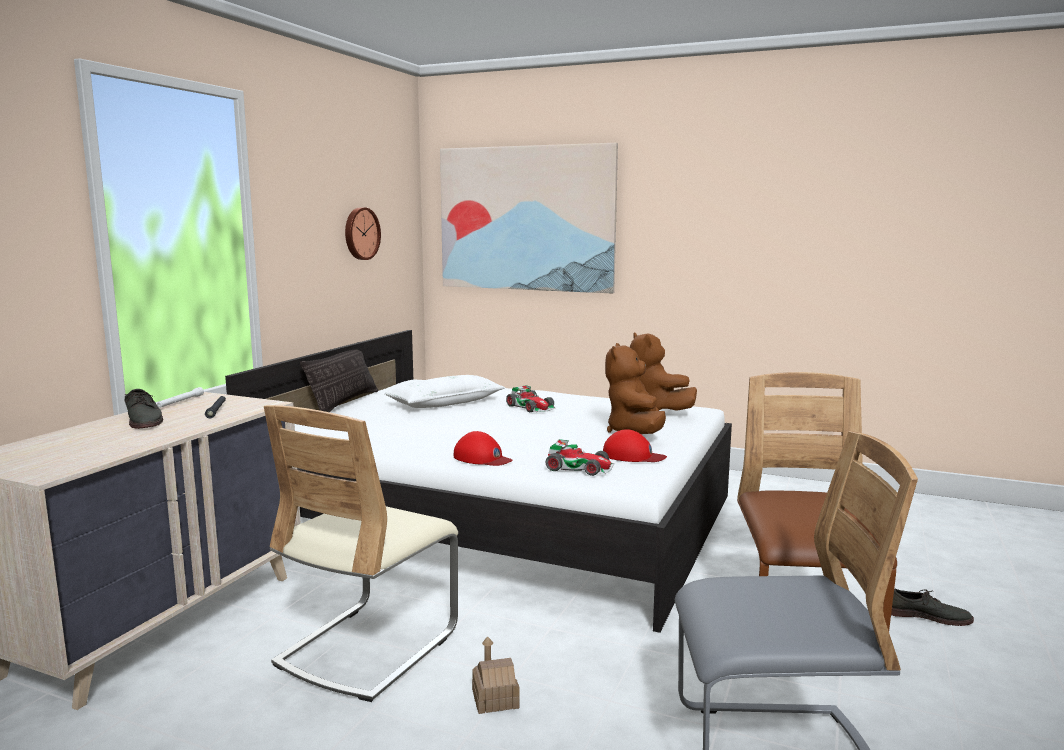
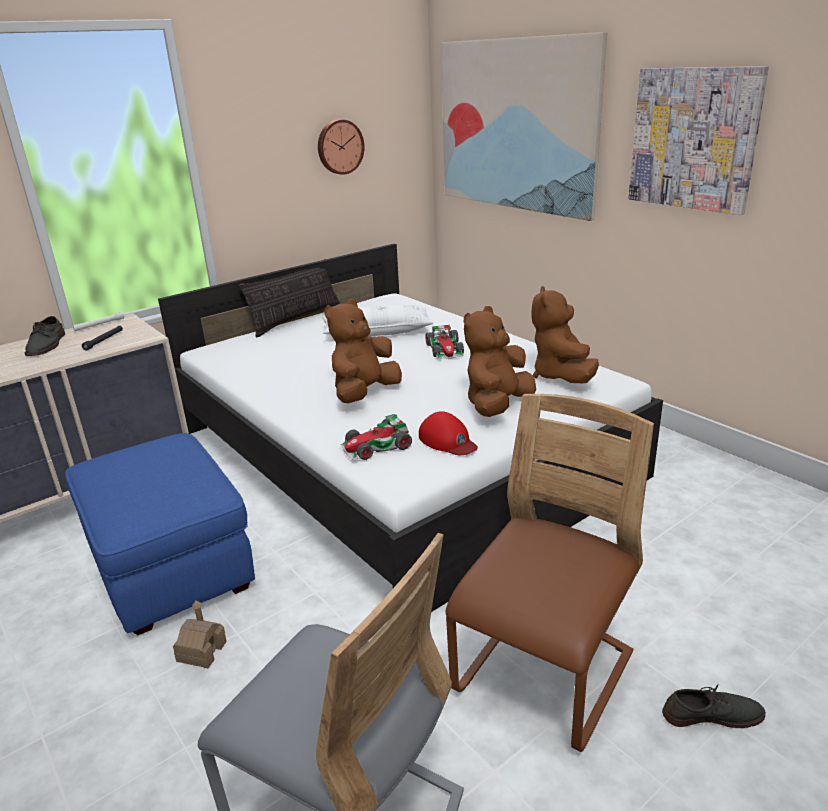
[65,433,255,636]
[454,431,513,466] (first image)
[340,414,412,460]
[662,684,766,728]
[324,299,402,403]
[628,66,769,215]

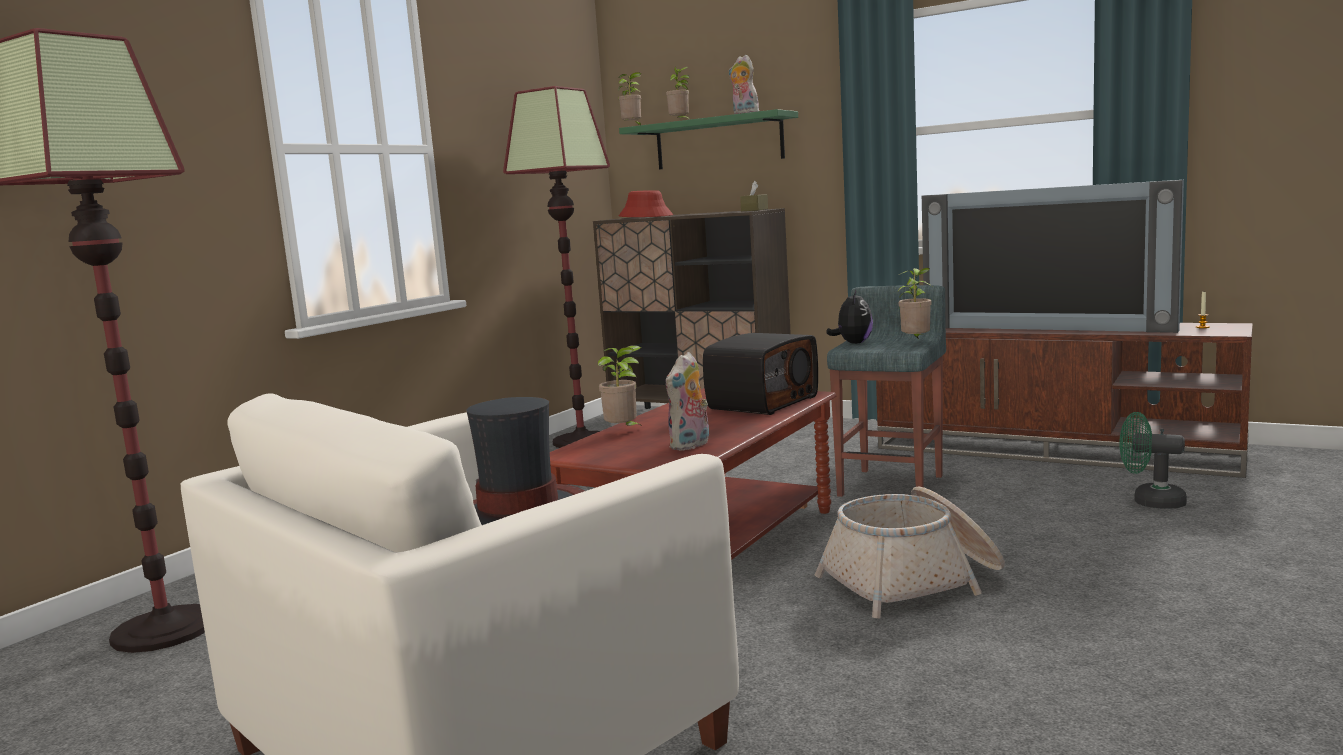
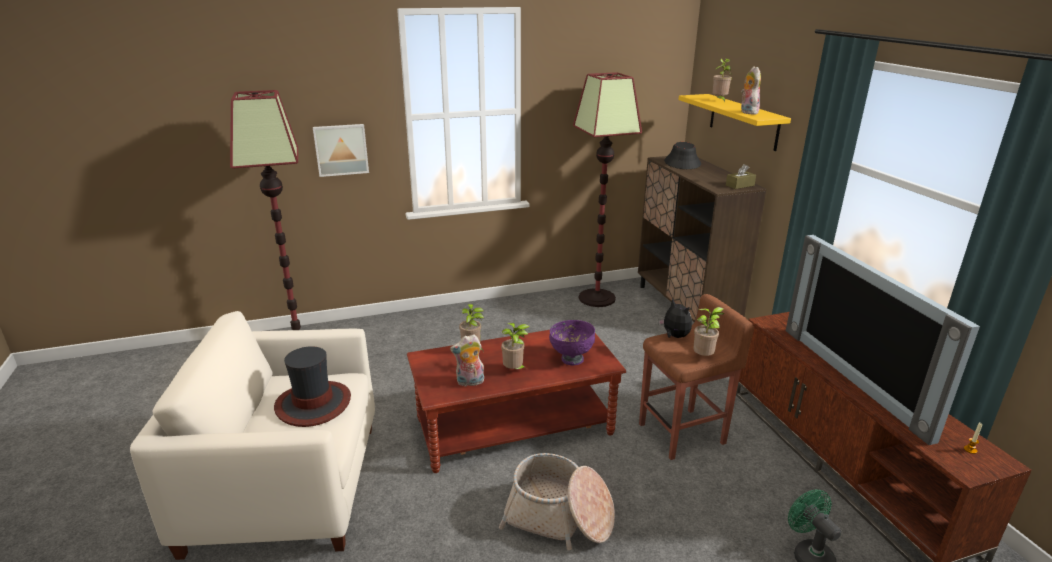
[501,323,530,370]
[679,94,791,151]
[664,142,701,169]
[549,320,595,365]
[659,298,692,338]
[639,294,754,460]
[313,124,369,177]

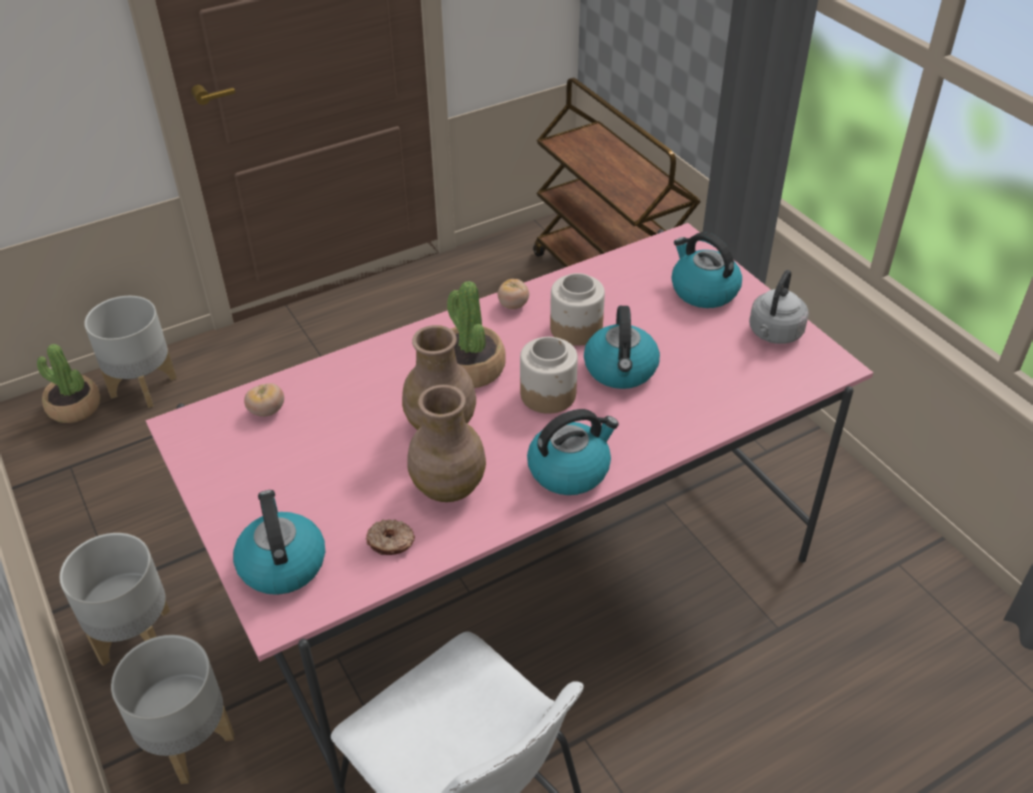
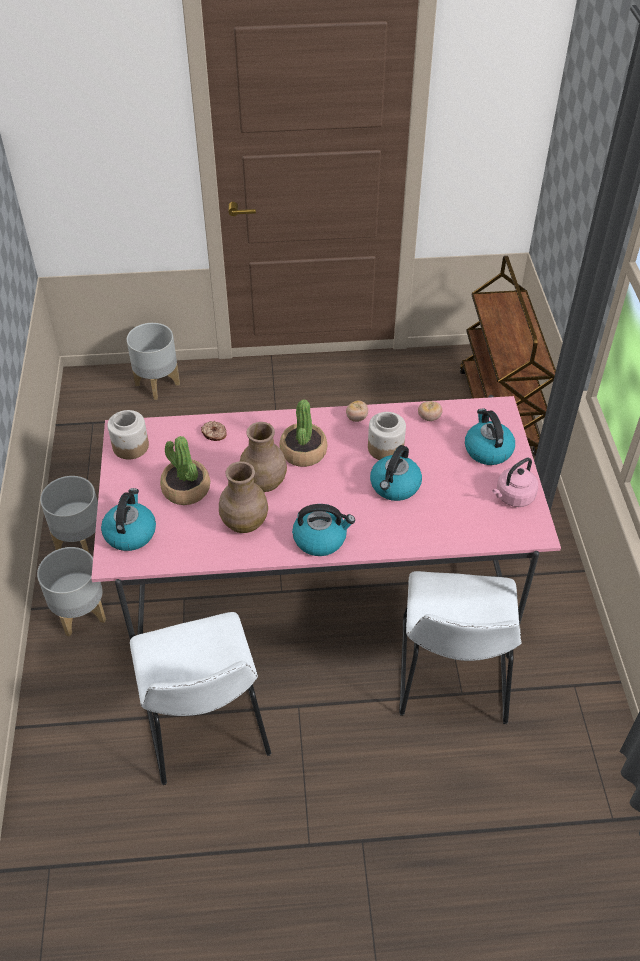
[160,436,210,505]
[418,401,442,421]
[201,421,227,441]
[108,410,149,460]
[492,458,538,507]
[399,571,522,724]

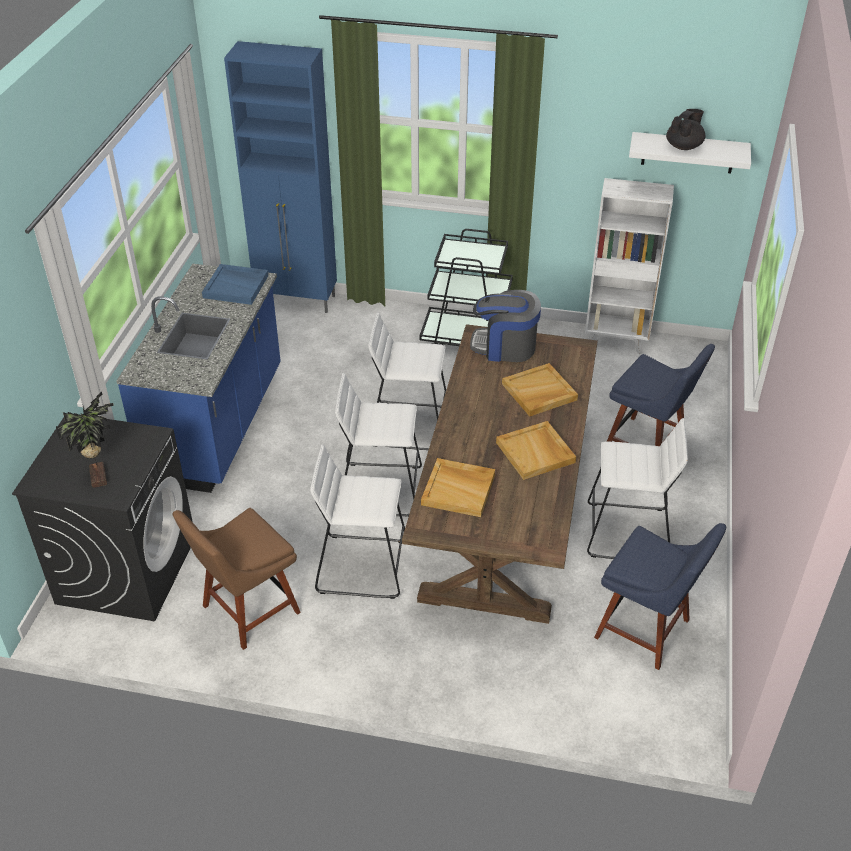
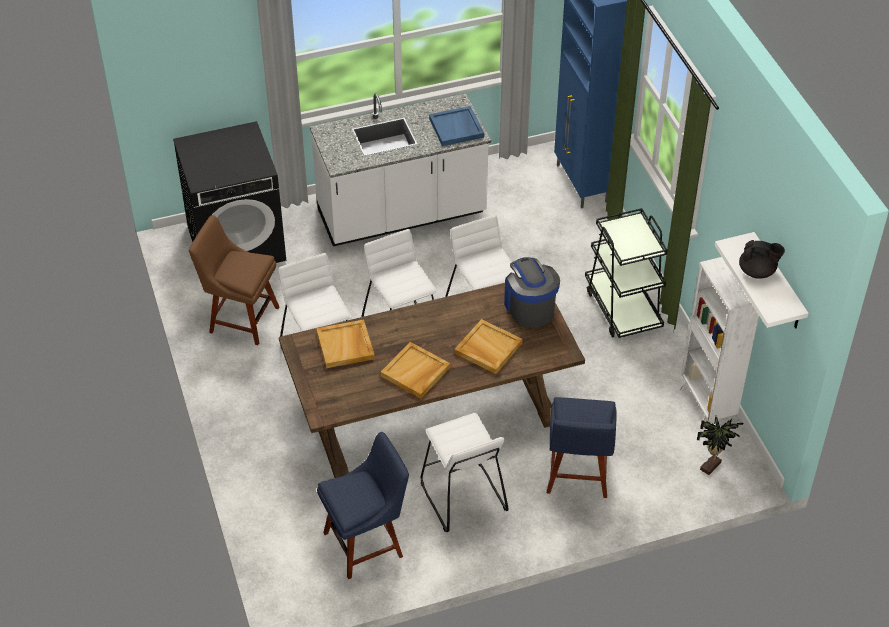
[697,416,743,475]
[310,93,491,246]
[317,432,409,579]

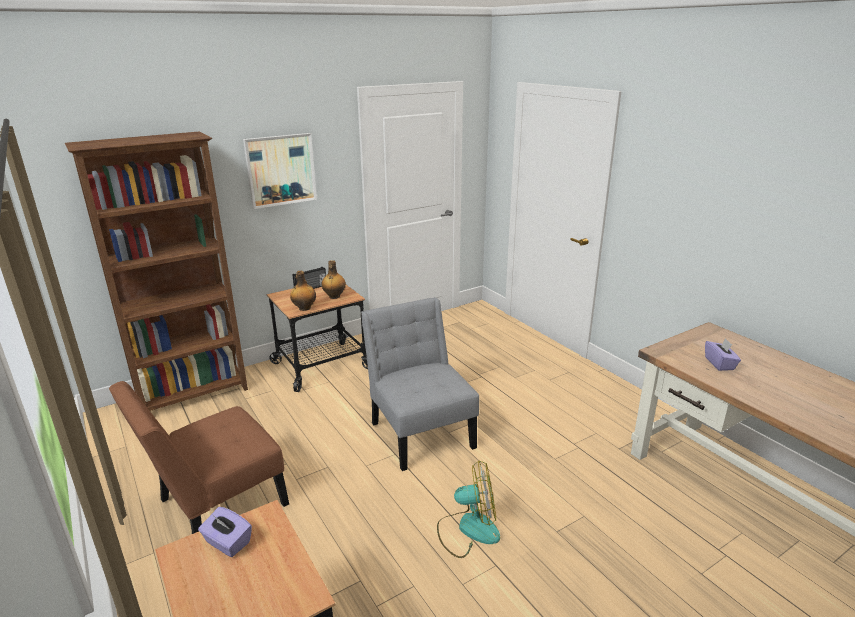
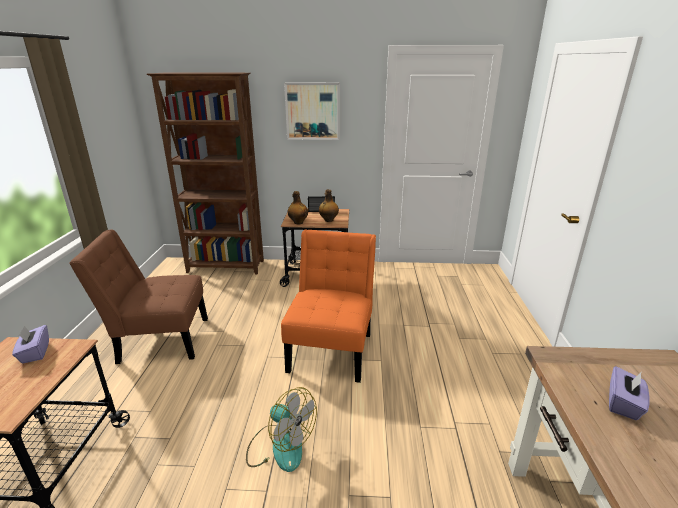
[281,230,376,383]

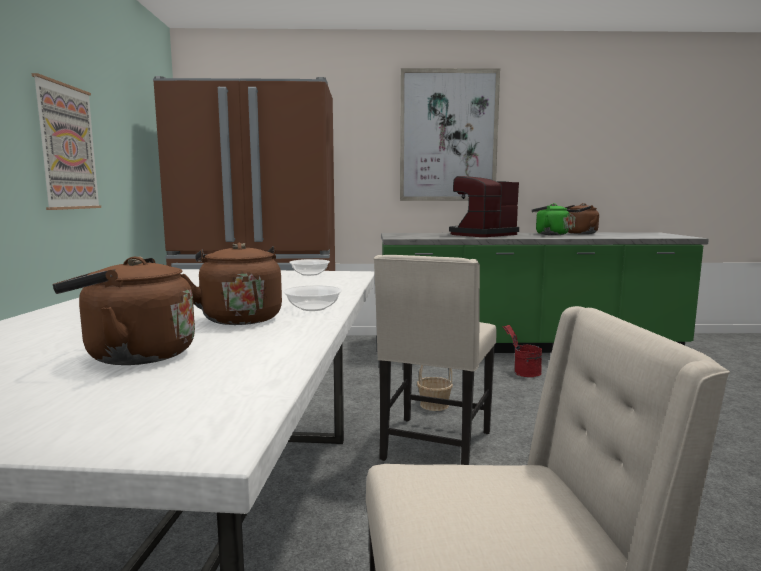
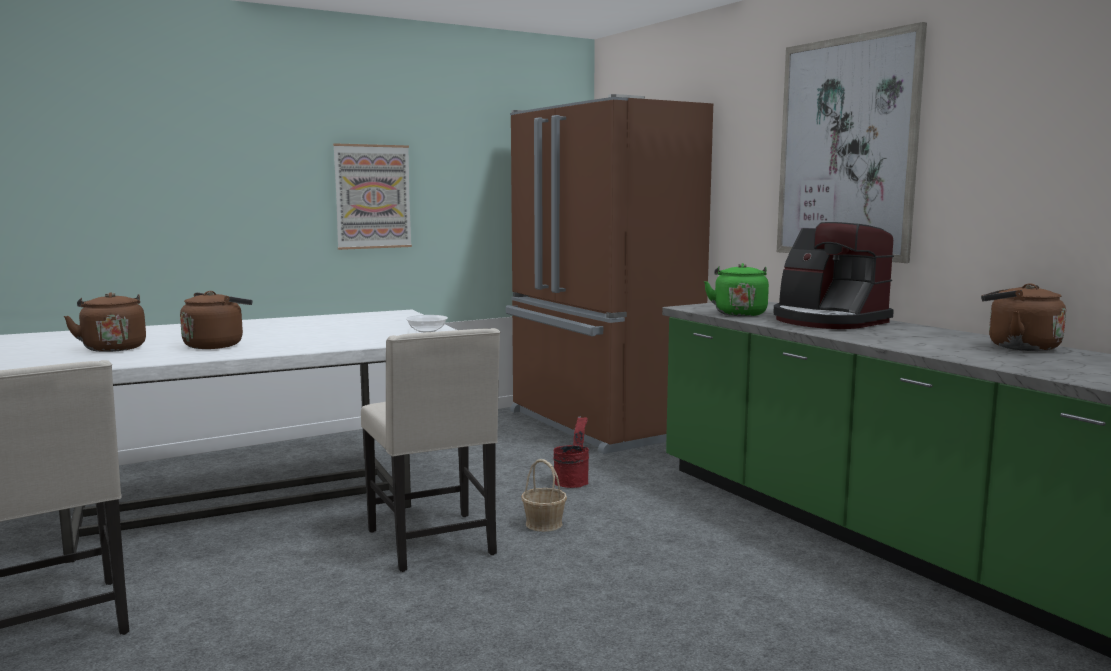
[284,285,342,311] (first image)
[361,328,500,572]
[773,222,894,329]
[553,417,589,488]
[704,263,769,316]

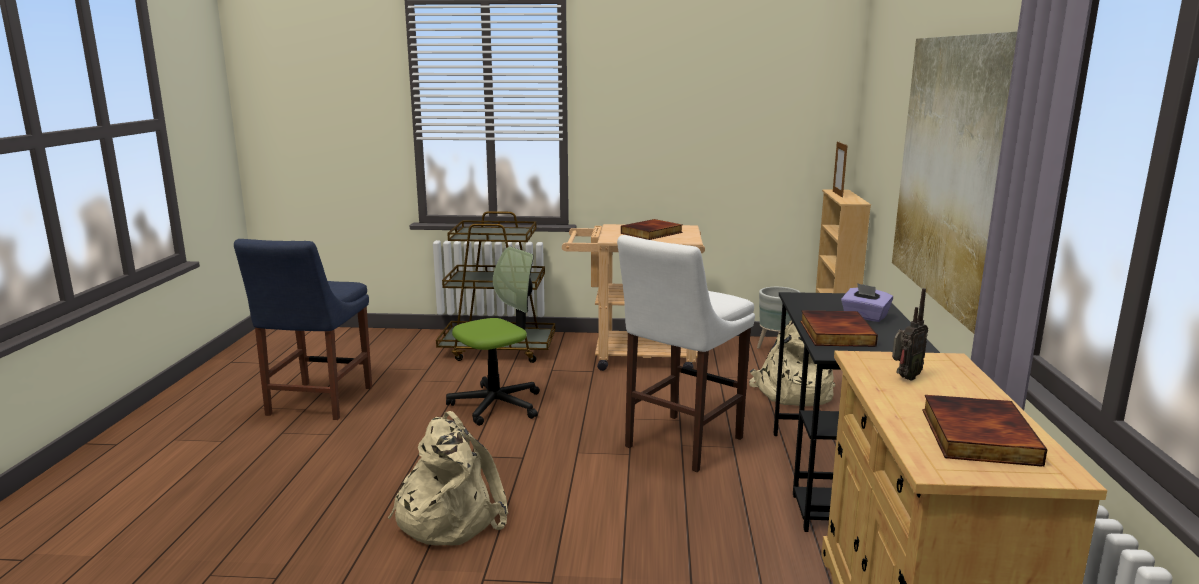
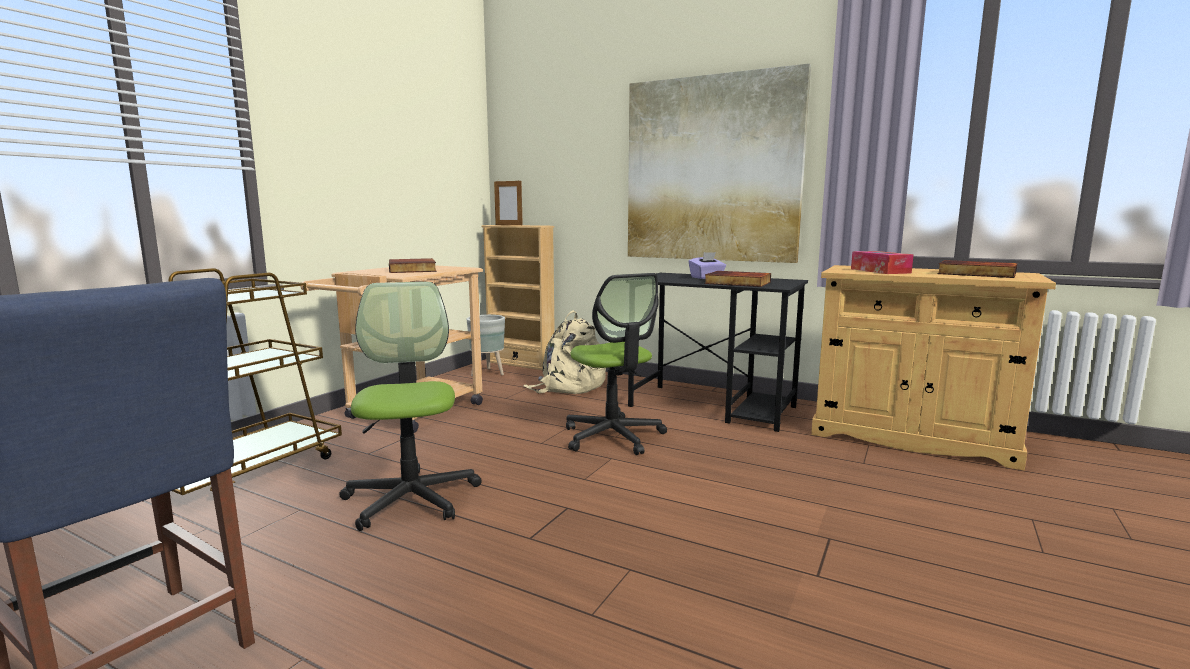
[388,411,508,545] (first image)
[566,273,667,455]
[851,251,914,274]

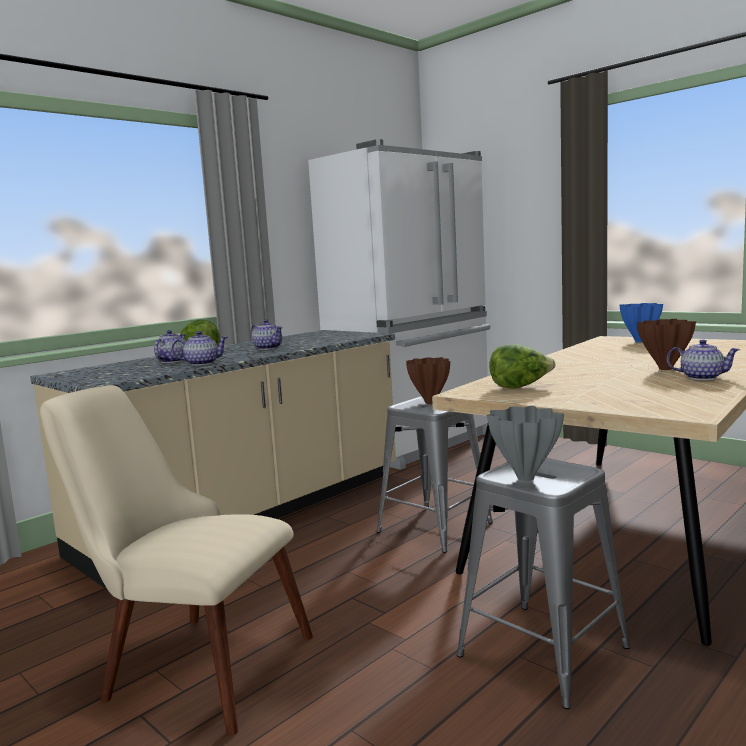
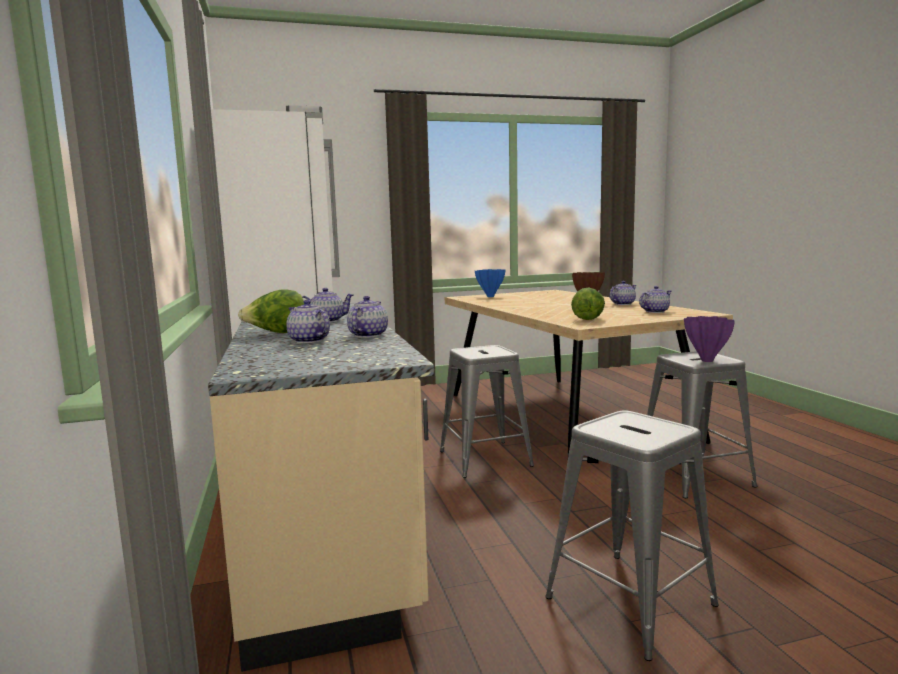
[546,410,719,661]
[406,357,450,404] (first image)
[684,316,735,362]
[639,286,671,313]

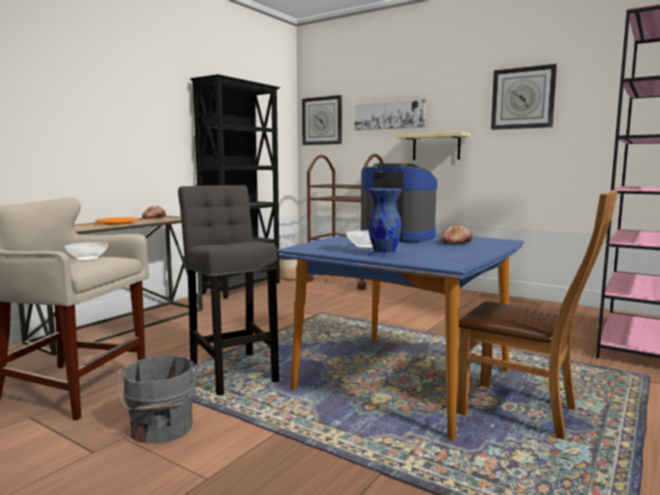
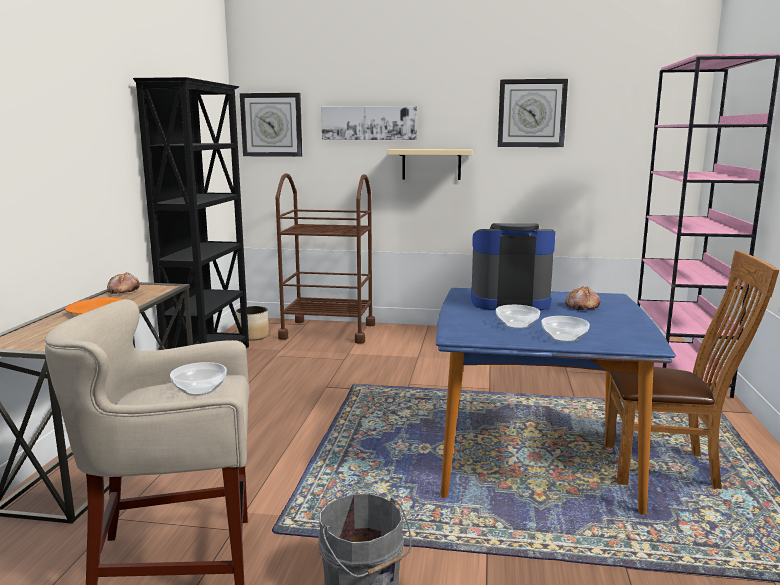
[178,185,279,395] (first image)
[542,316,590,342]

